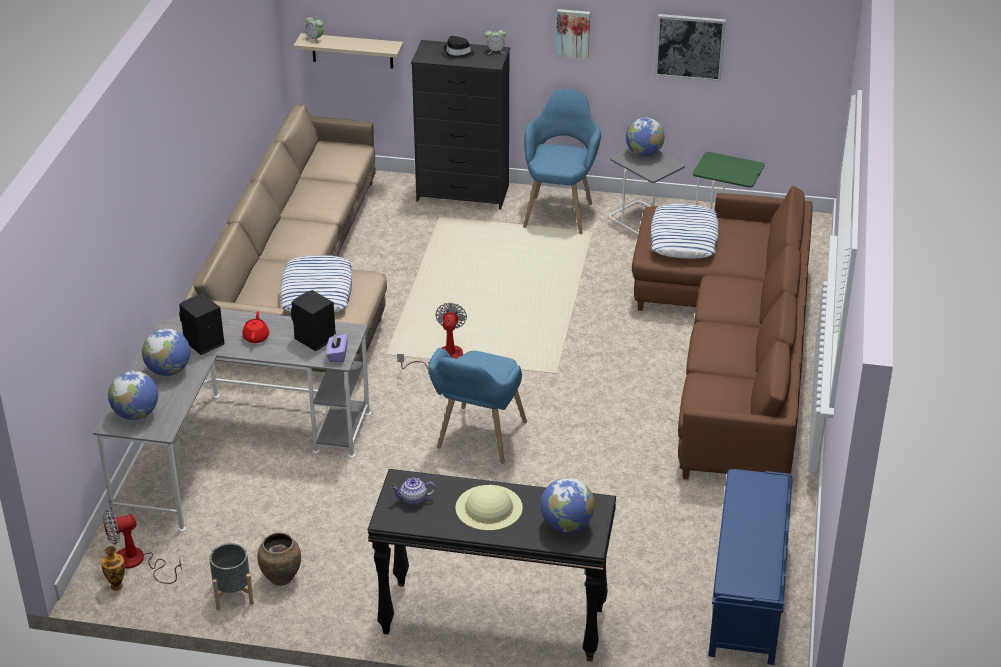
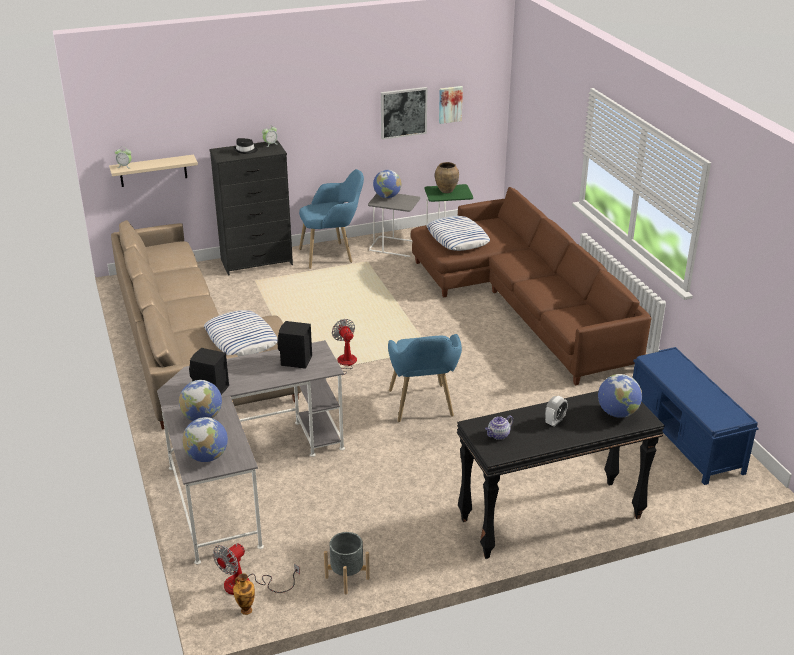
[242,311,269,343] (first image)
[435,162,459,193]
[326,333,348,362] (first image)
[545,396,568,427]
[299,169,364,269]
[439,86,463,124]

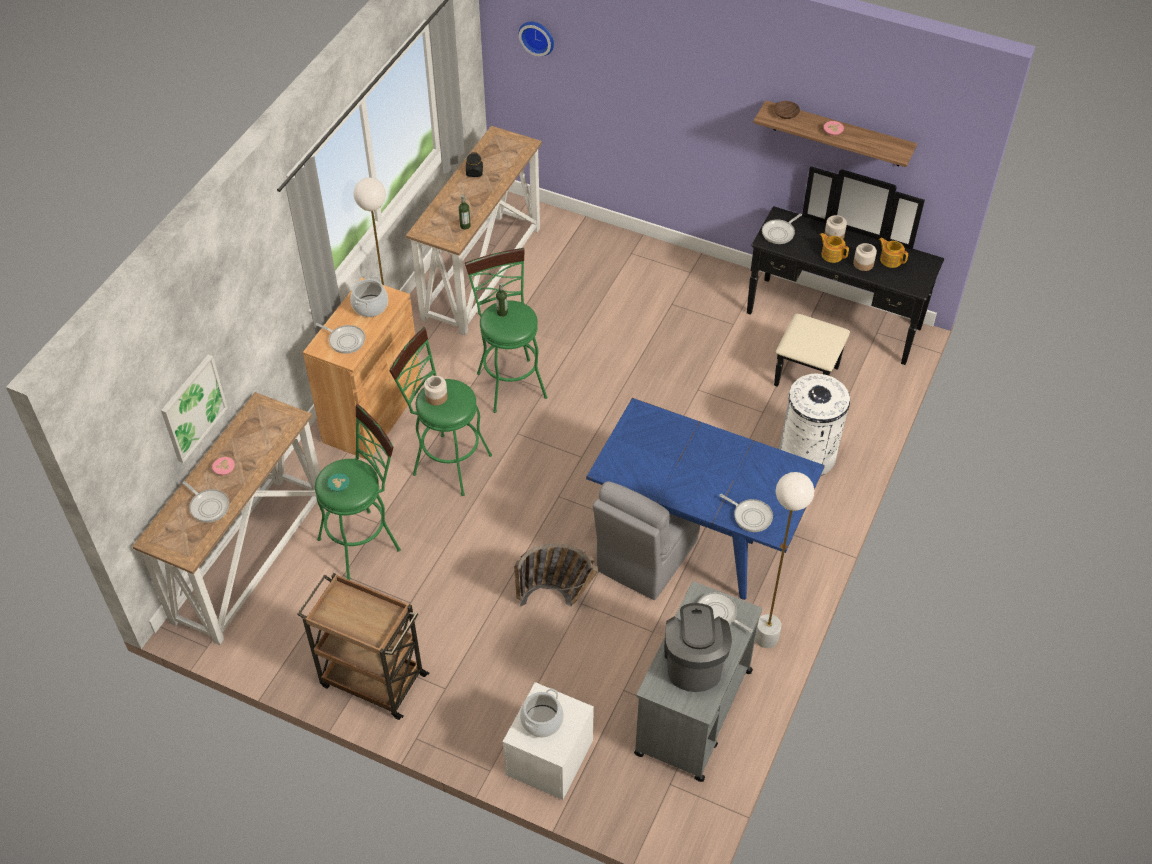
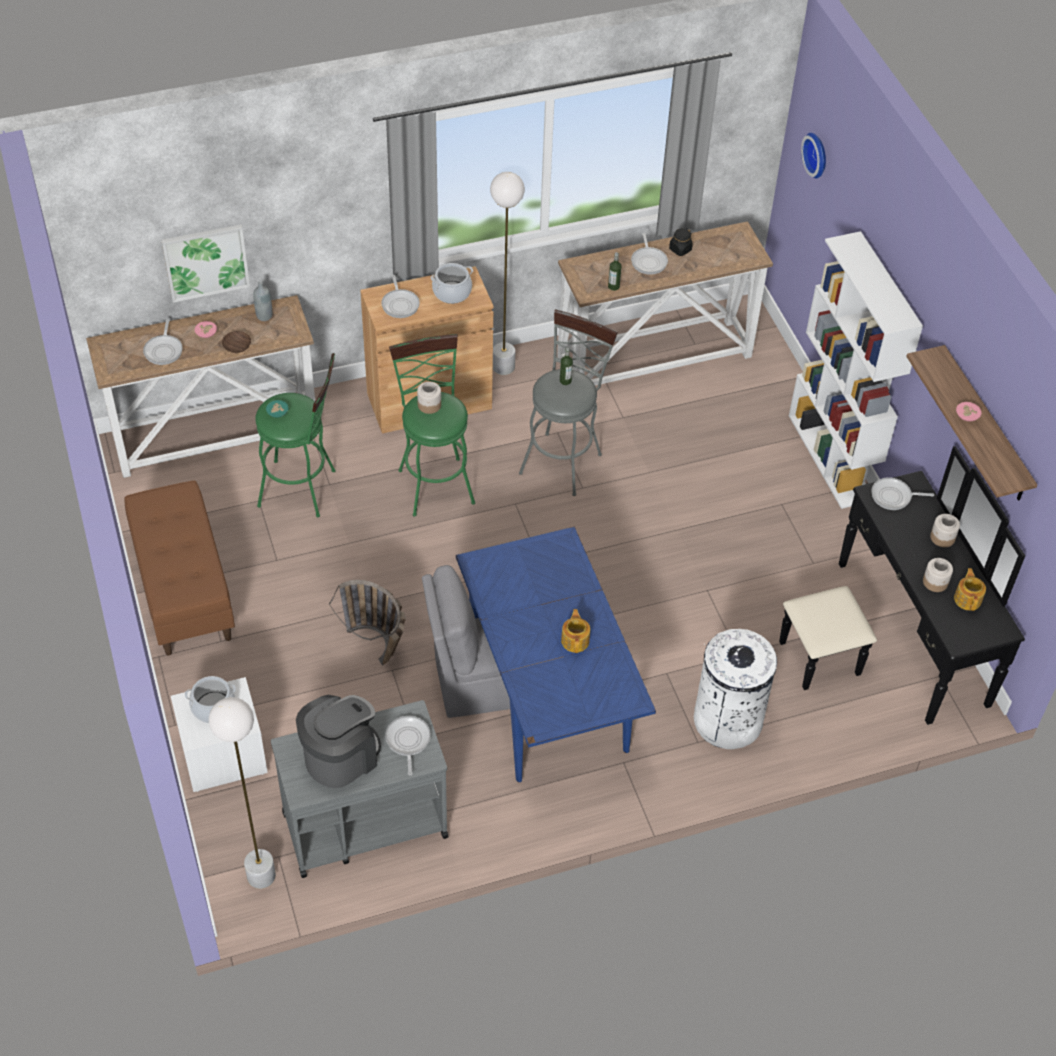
[124,480,235,656]
[519,309,618,496]
[631,233,668,275]
[209,697,276,889]
[222,331,251,353]
[561,609,590,653]
[253,281,272,321]
[789,231,923,509]

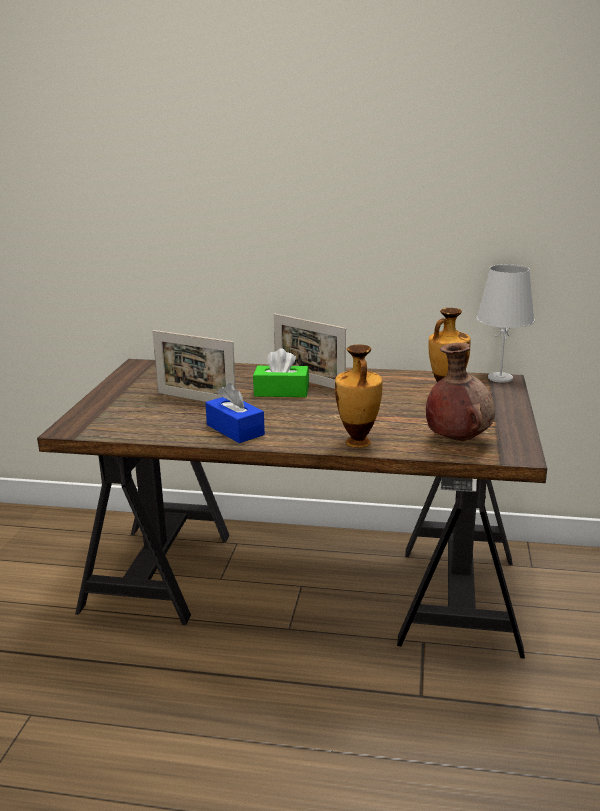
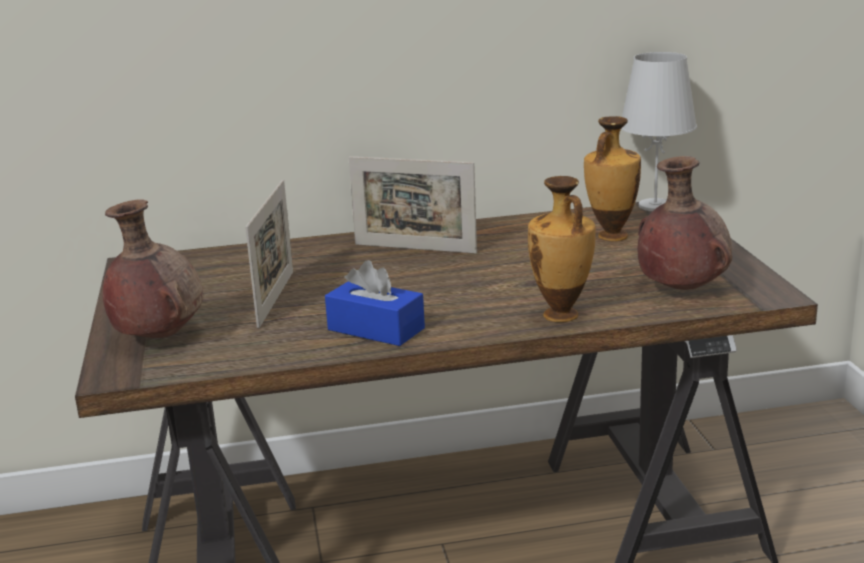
[245,180,293,328]
[253,348,309,397] (first image)
[103,199,203,338]

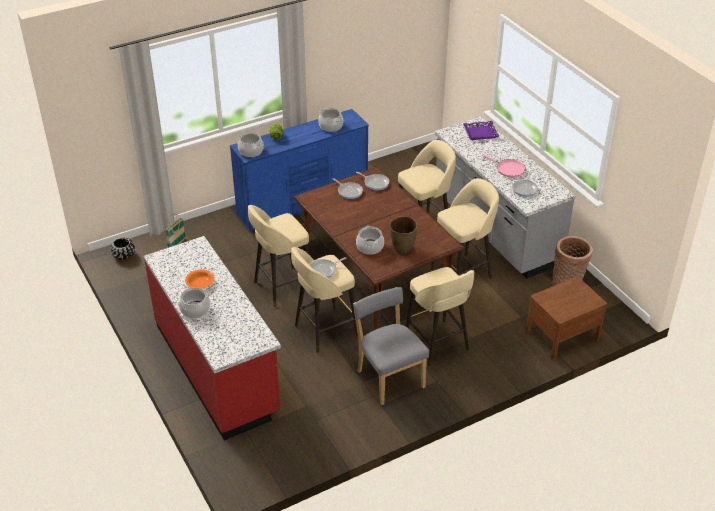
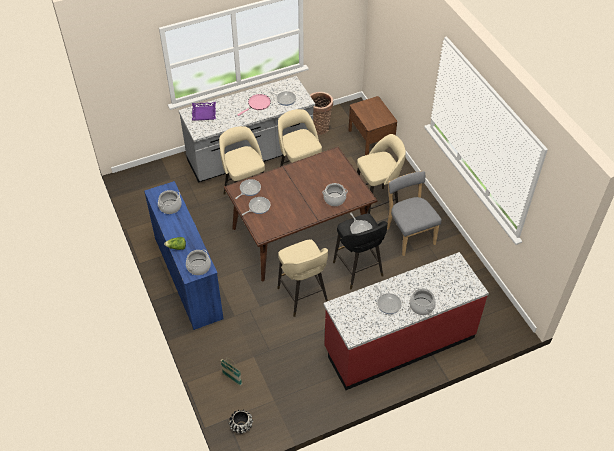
[375,285,402,314]
[333,214,388,289]
[387,171,442,256]
[390,216,417,254] (first image)

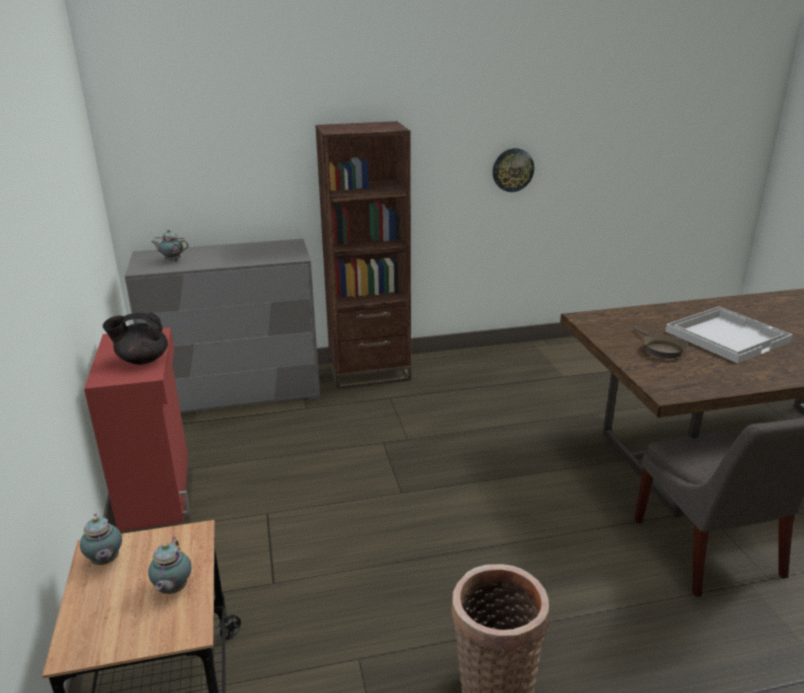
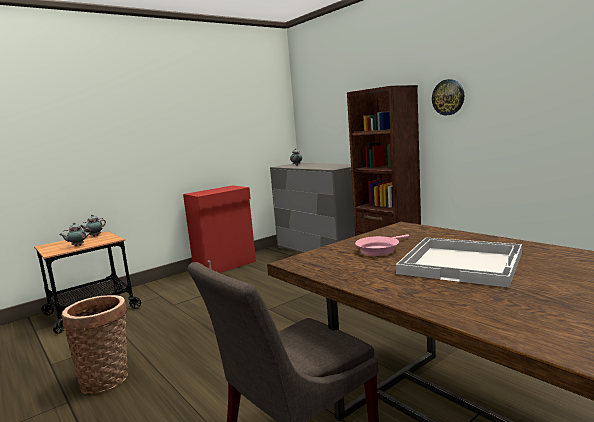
[103,313,168,365] (first image)
[432,79,464,116]
[355,234,409,256]

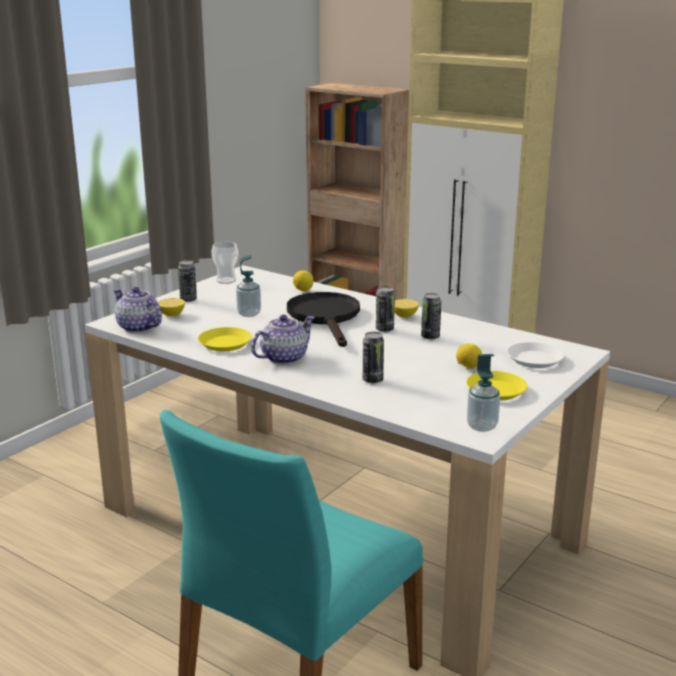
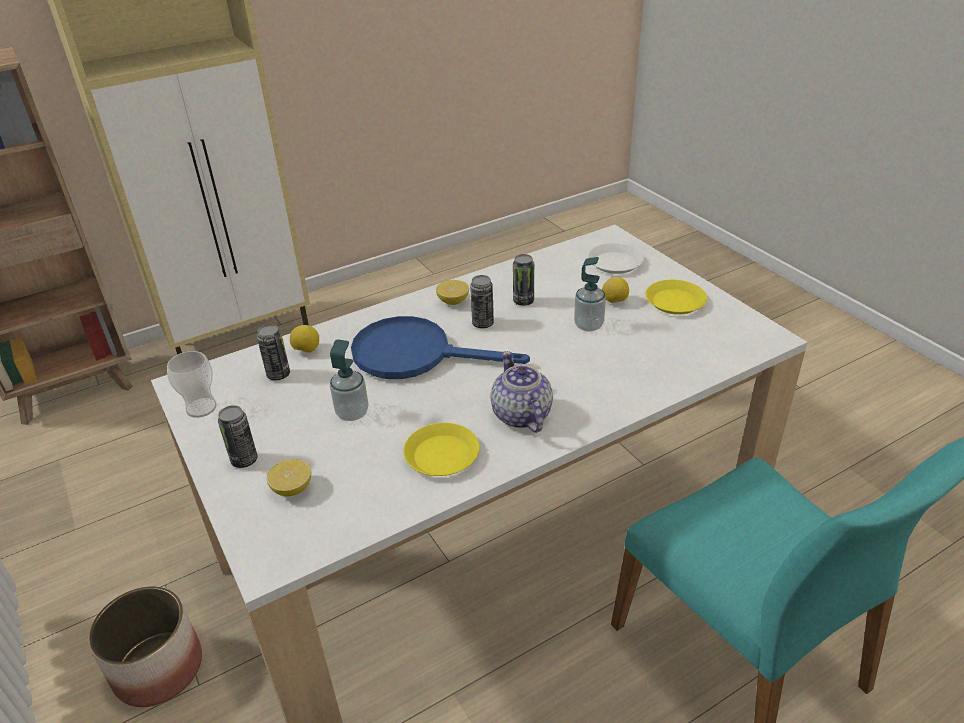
[113,287,162,333] (first image)
[351,316,530,379]
[257,324,290,380]
[574,257,606,332]
[88,586,202,707]

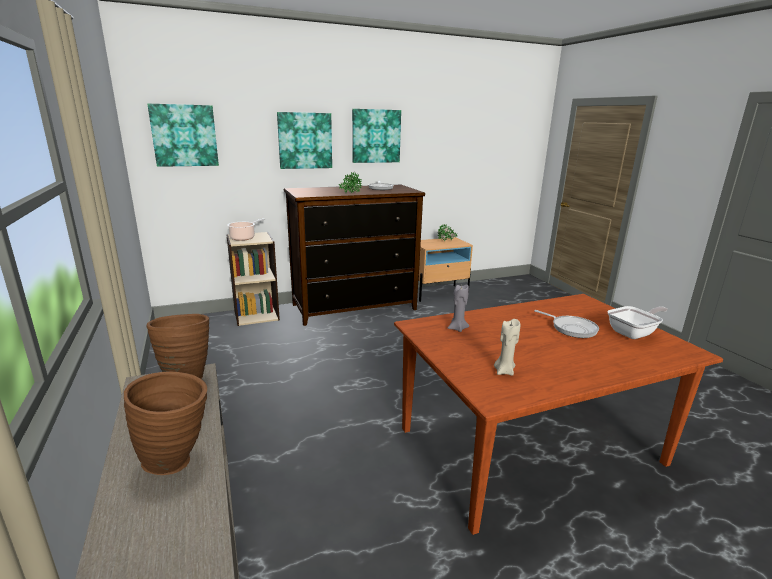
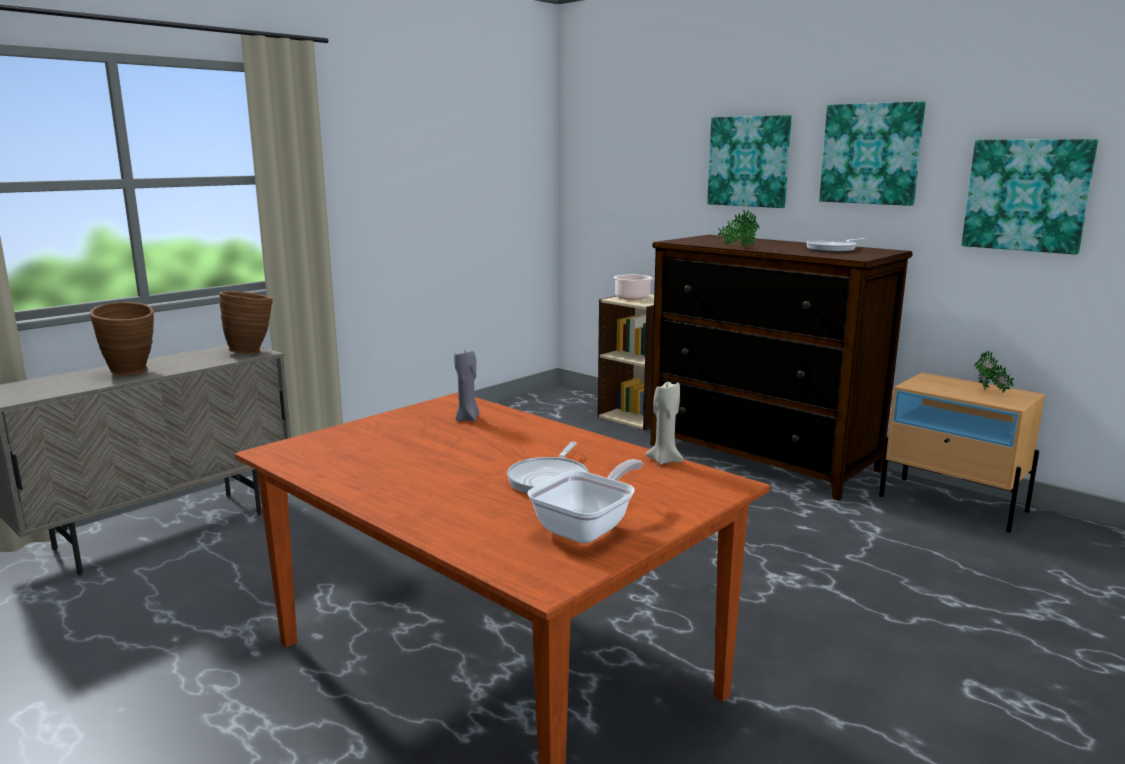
[961,139,1098,255]
[645,382,684,465]
[528,459,643,543]

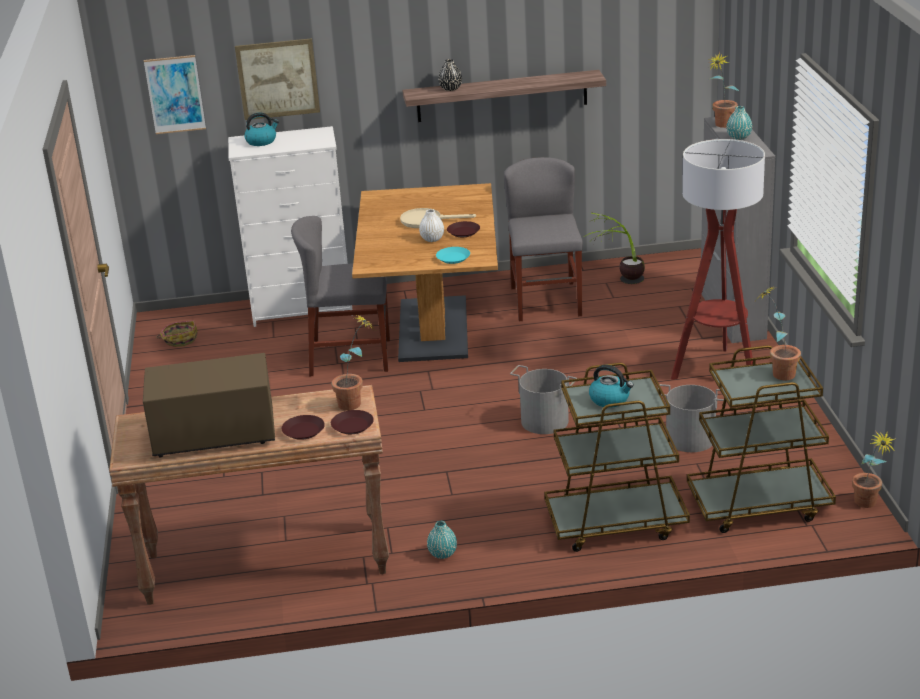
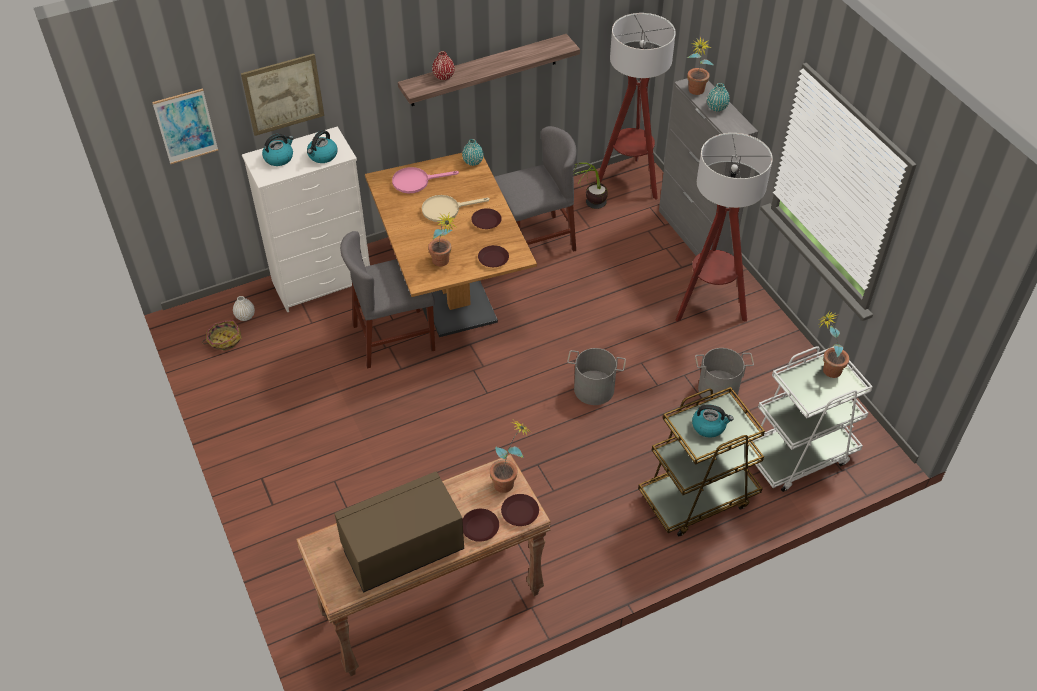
[233,296,255,321]
[462,139,484,166]
[478,245,509,267]
[432,51,455,80]
[494,126,577,252]
[750,346,873,492]
[428,214,457,267]
[307,130,338,163]
[392,167,459,193]
[595,13,676,199]

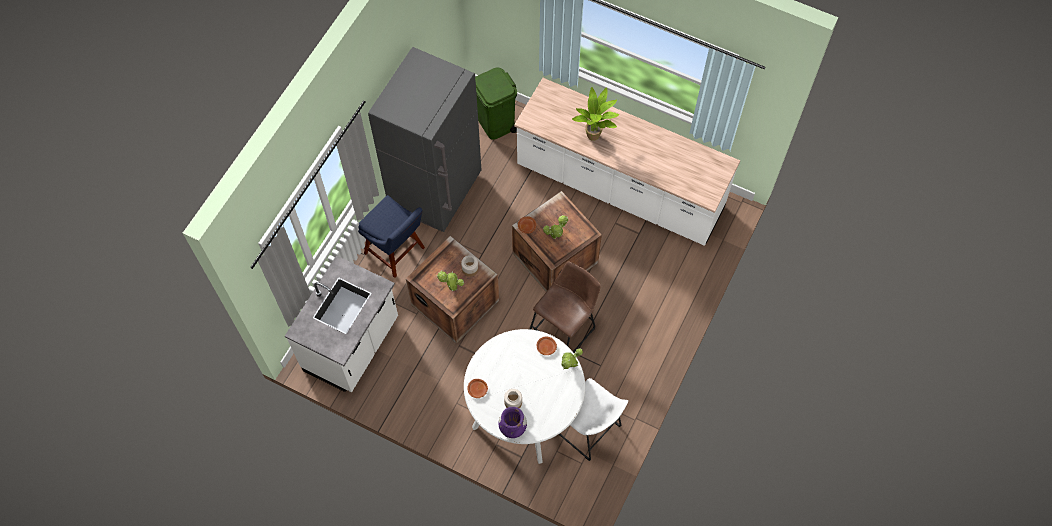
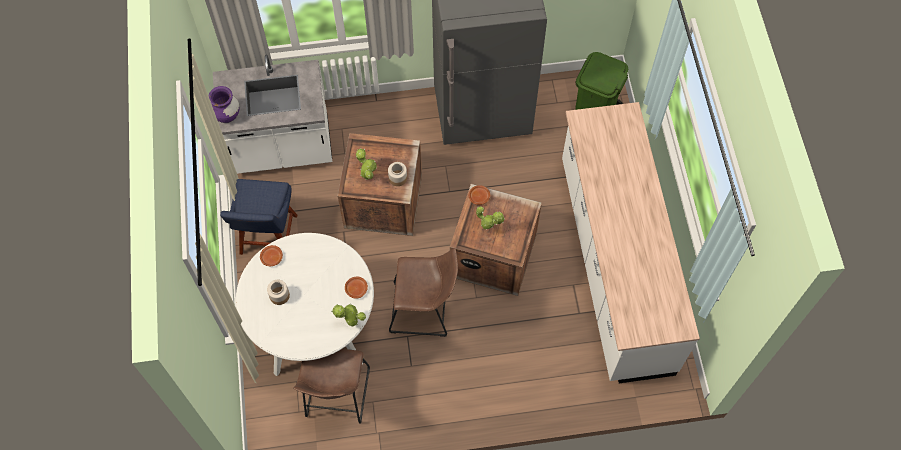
[220,179,297,255]
[208,86,239,123]
[293,349,370,424]
[572,87,619,141] (first image)

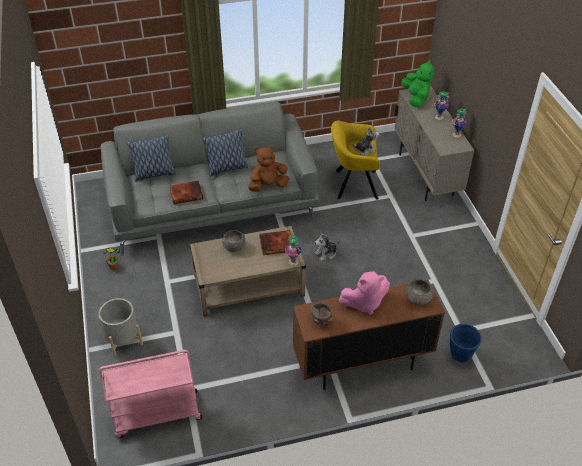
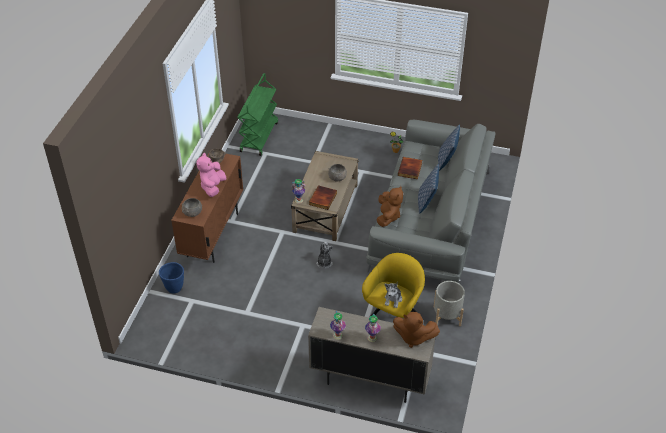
[434,281,465,326]
[237,73,278,156]
[393,312,440,348]

